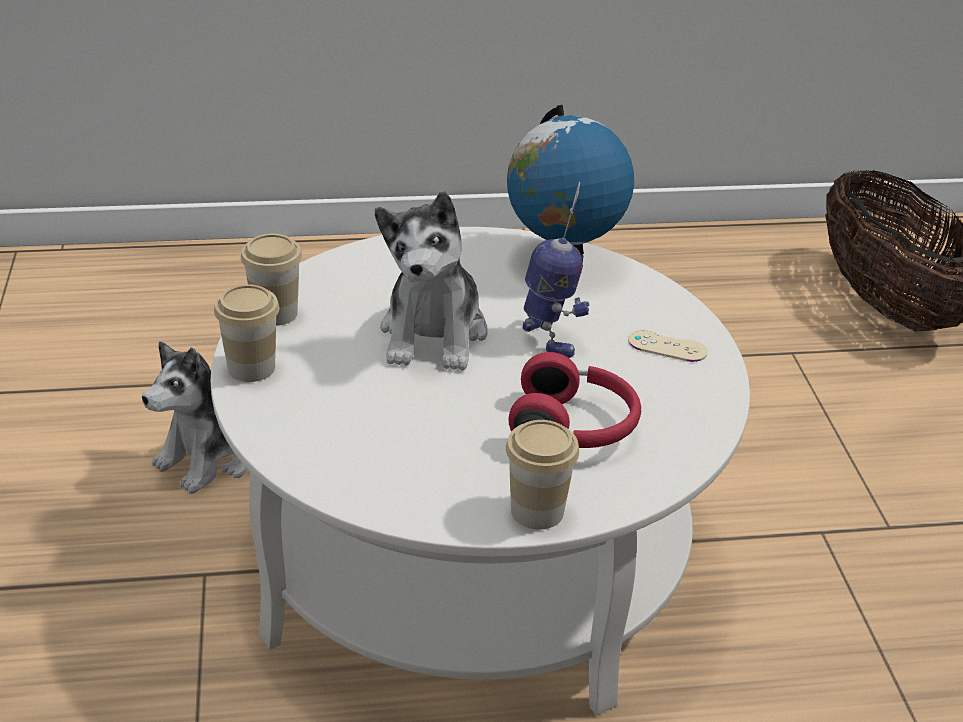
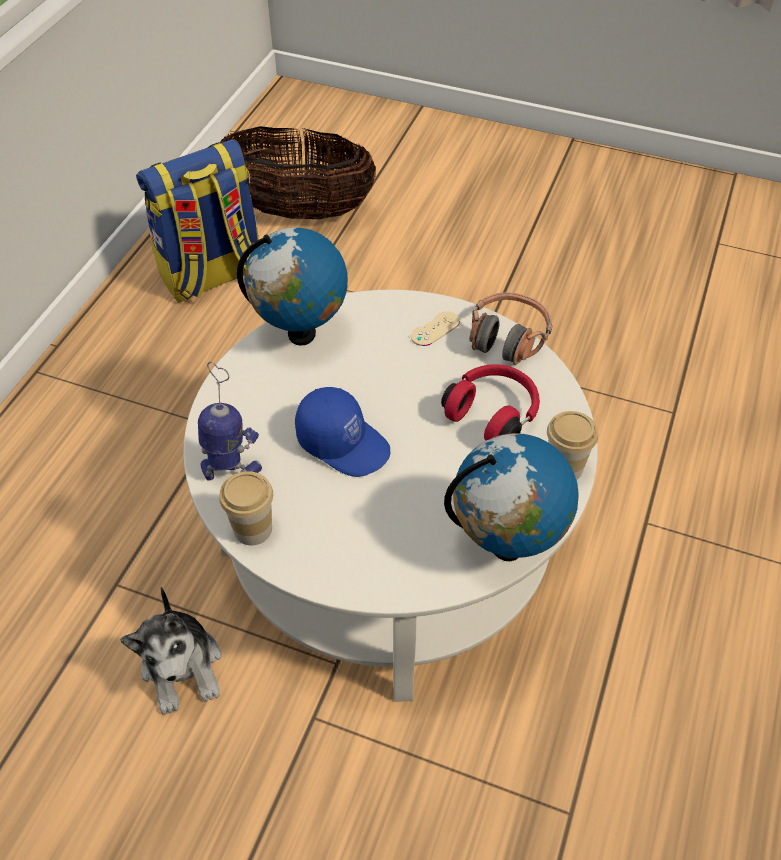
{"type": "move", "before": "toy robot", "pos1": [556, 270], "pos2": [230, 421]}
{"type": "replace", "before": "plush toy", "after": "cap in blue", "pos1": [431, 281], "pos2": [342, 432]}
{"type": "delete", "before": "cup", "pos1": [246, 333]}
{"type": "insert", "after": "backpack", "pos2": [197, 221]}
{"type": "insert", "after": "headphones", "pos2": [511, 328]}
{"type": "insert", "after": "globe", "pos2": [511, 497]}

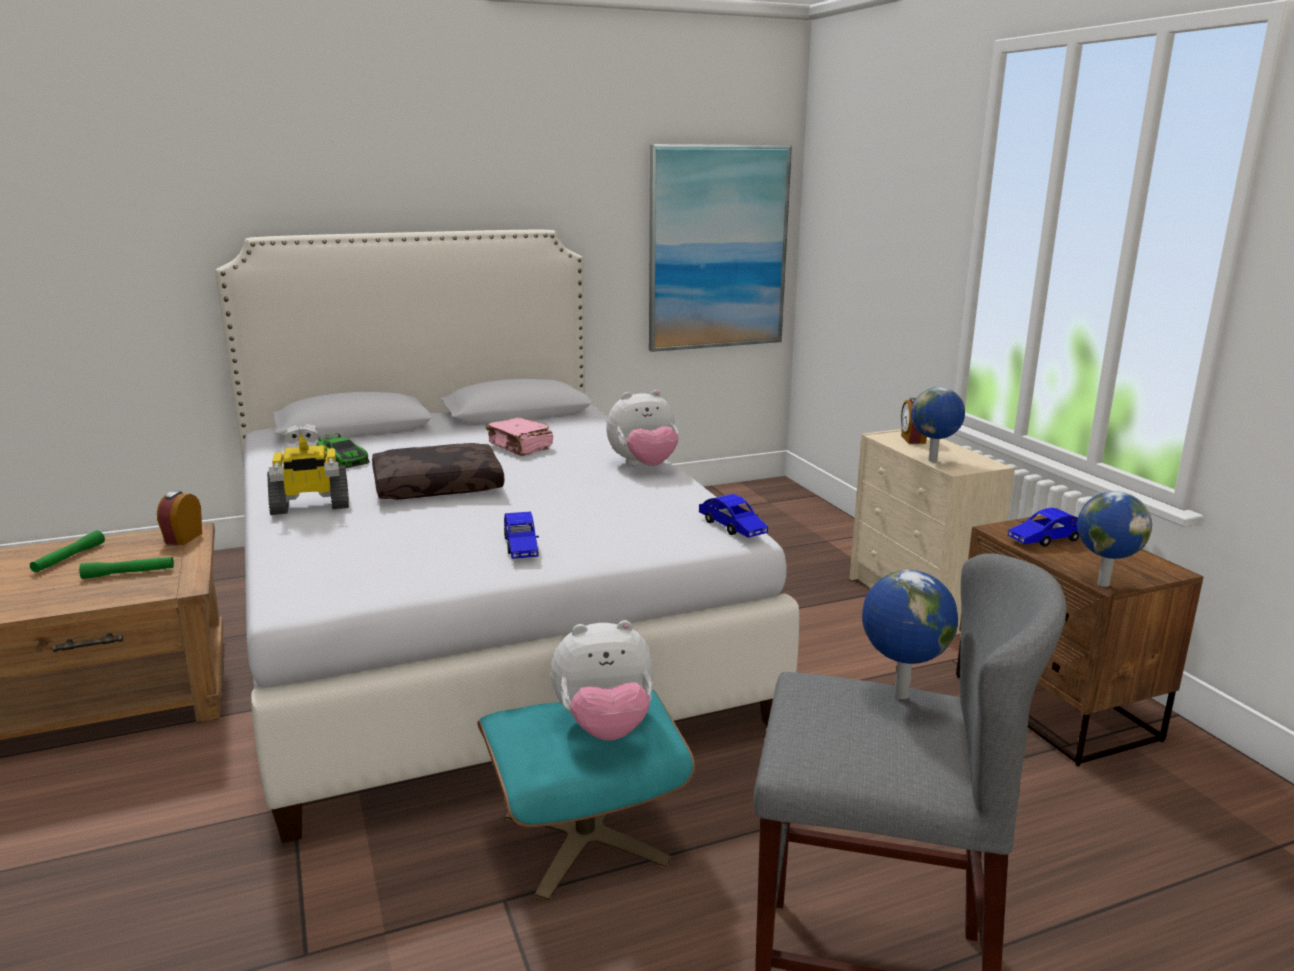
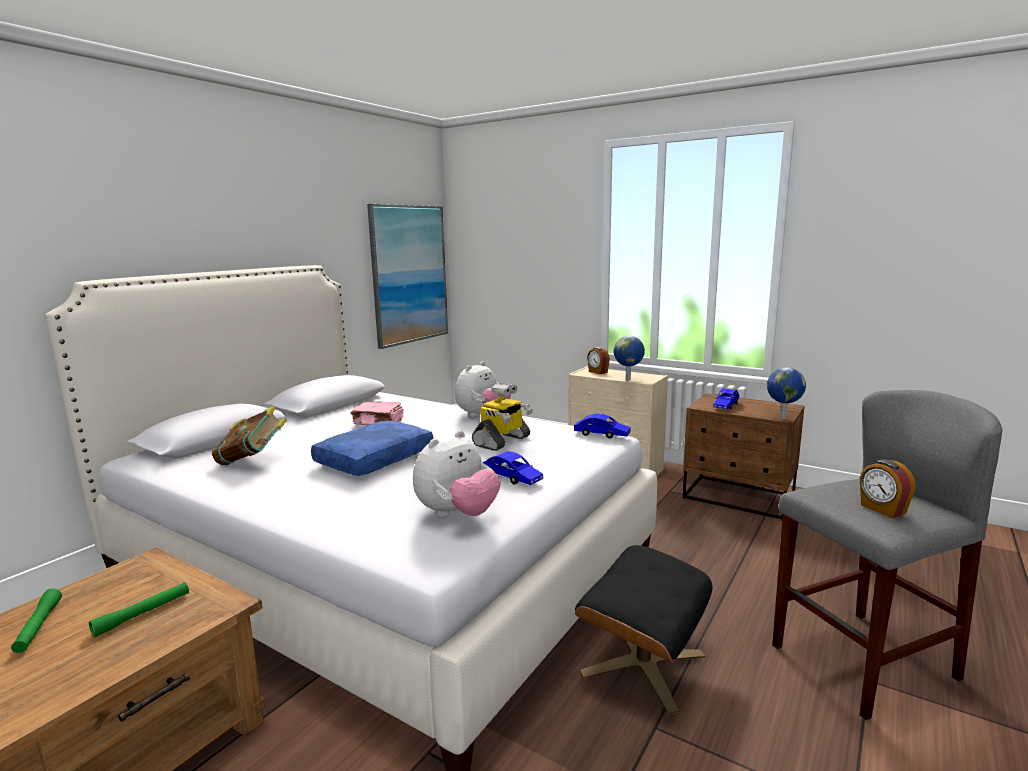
{"type": "move", "before": "toy robot", "pos1": [308, 469], "pos2": [502, 417]}
{"type": "replace", "before": "toy car", "after": "book", "pos1": [343, 450], "pos2": [249, 435]}
{"type": "recolor", "before": "pillow in brown", "after": "pillow in blue", "pos1": [438, 471], "pos2": [372, 448]}
{"type": "move", "before": "alarm clock", "pos1": [179, 518], "pos2": [888, 489]}
{"type": "delete", "before": "globe", "pos1": [910, 634]}
{"type": "move", "before": "plush toy", "pos1": [602, 680], "pos2": [456, 474]}
{"type": "recolor", "before": "ottoman in turquoise", "after": "ottoman in black", "pos1": [586, 794], "pos2": [643, 629]}

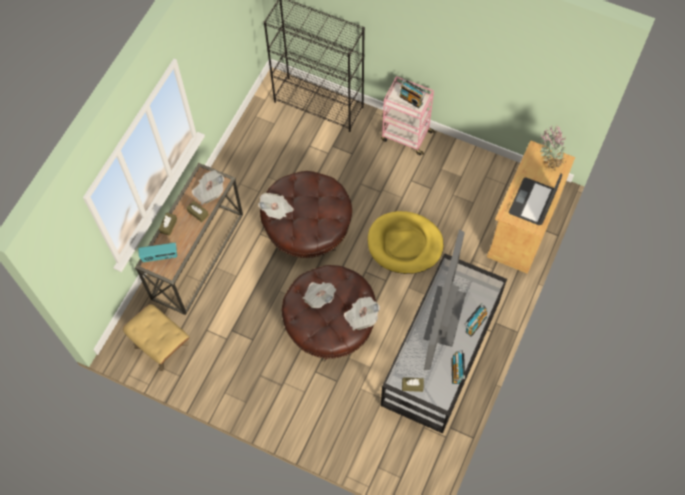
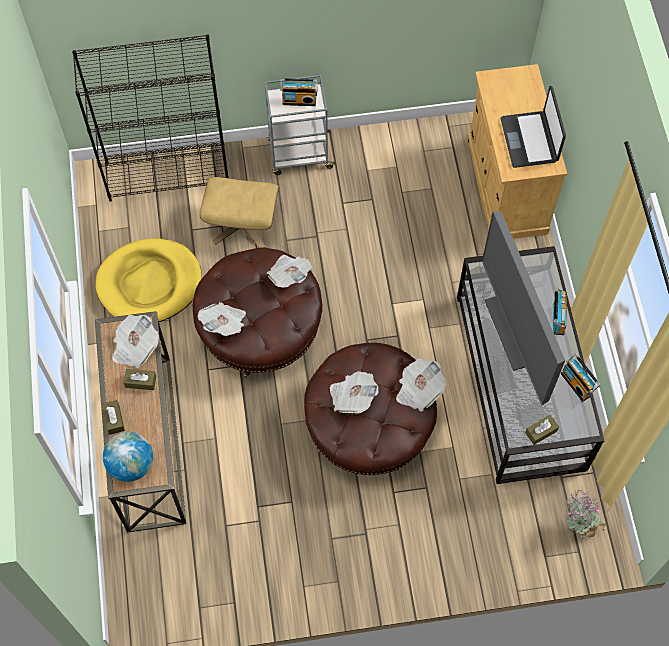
{"type": "recolor", "before": "cart in pink", "after": "cart in grey", "pos1": [408, 115], "pos2": [300, 125]}
{"type": "move", "before": "potted plant", "pos1": [553, 148], "pos2": [585, 516]}
{"type": "move", "before": "dog bed in yellow", "pos1": [406, 242], "pos2": [149, 280]}
{"type": "replace", "before": "radio", "after": "globe", "pos1": [157, 252], "pos2": [128, 457]}
{"type": "move", "before": "ottoman in beige", "pos1": [156, 337], "pos2": [239, 212]}
{"type": "insert", "after": "newspaper", "pos2": [289, 271]}

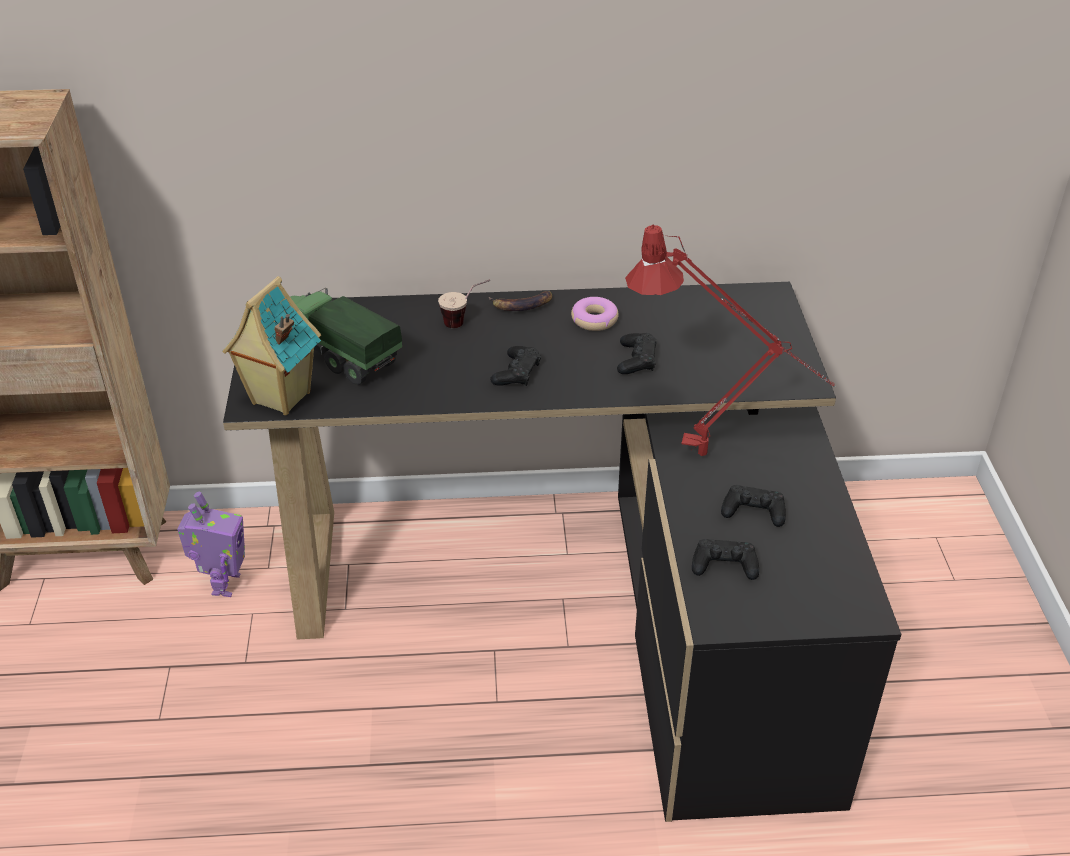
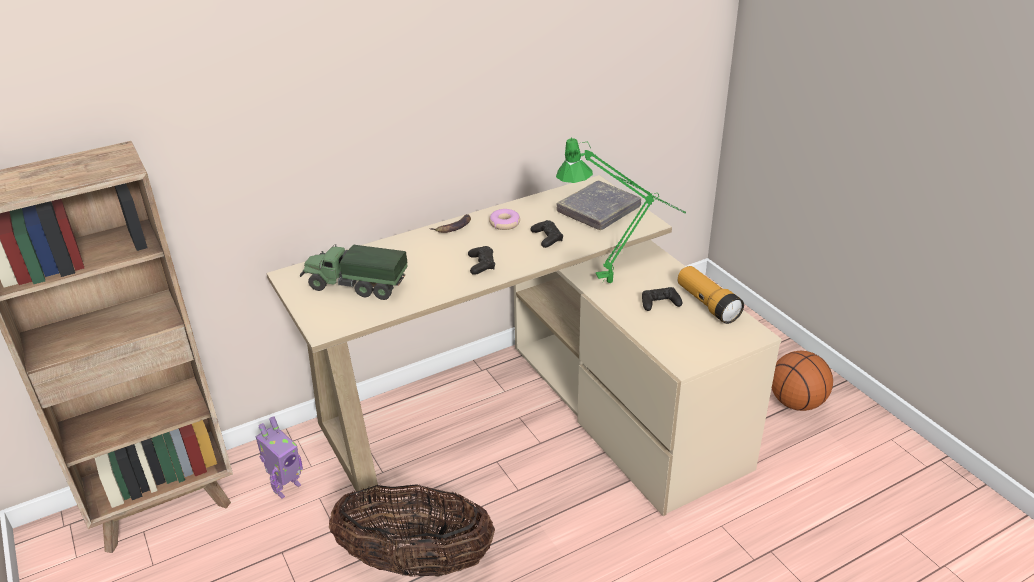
{"type": "recolor", "before": "table lamp in red", "after": "table lamp in green", "pos1": [730, 340], "pos2": [621, 210]}
{"type": "delete", "before": "toy house", "pos1": [271, 345]}
{"type": "delete", "before": "cup", "pos1": [464, 303]}
{"type": "recolor", "before": "desk in black", "after": "desk in beige", "pos1": [562, 552], "pos2": [524, 345]}
{"type": "rotate", "before": "toy robot", "pos1": [211, 544], "pos2": [279, 457], "turn": 60}
{"type": "delete", "before": "game controller in black", "pos1": [725, 559]}
{"type": "insert", "after": "book in grey", "pos2": [599, 205]}
{"type": "insert", "after": "flashlight", "pos2": [711, 295]}
{"type": "insert", "after": "basketball", "pos2": [802, 381]}
{"type": "insert", "after": "basket", "pos2": [412, 530]}

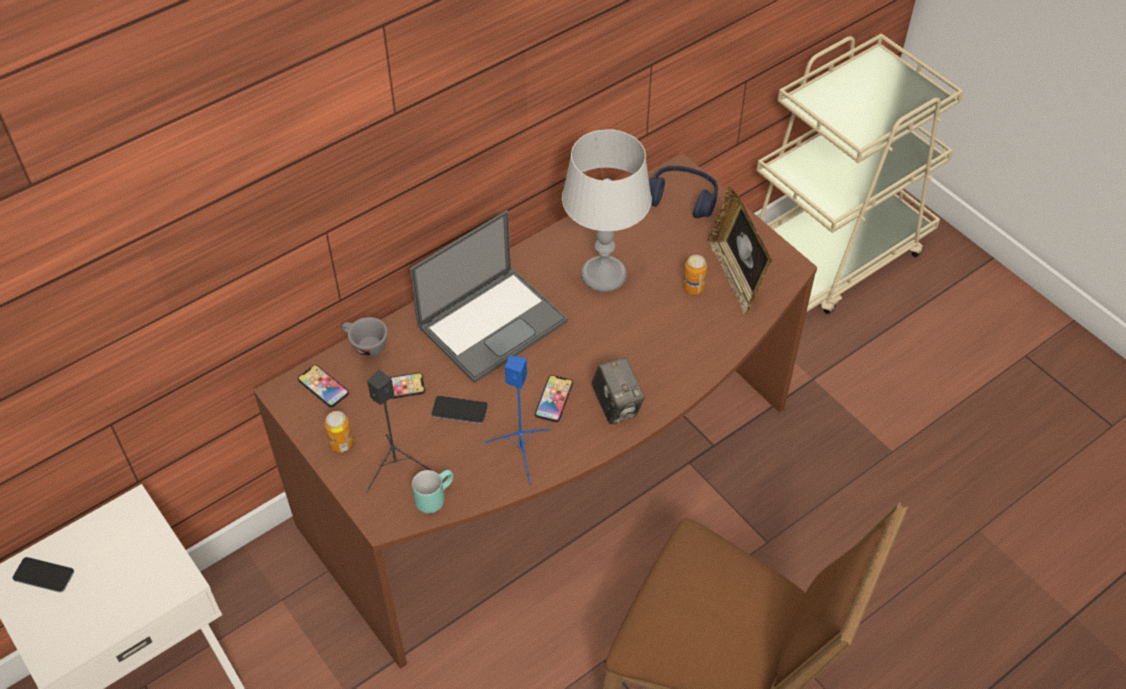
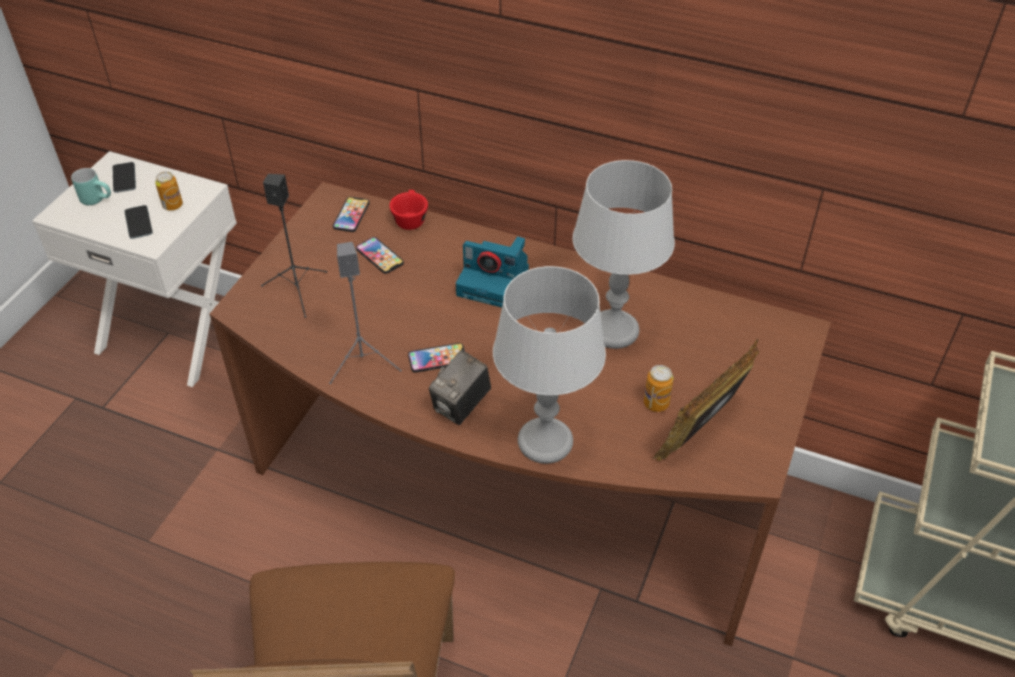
{"type": "delete", "before": "headphones in blue", "pos1": [683, 192]}
{"type": "replace", "before": "laptop", "after": "photo camera", "pos1": [489, 296], "pos2": [492, 272]}
{"type": "recolor", "before": "cup in grey", "after": "cup in red", "pos1": [364, 337], "pos2": [408, 210]}
{"type": "recolor", "before": "speaker in blue", "after": "speaker in grey", "pos1": [517, 420], "pos2": [365, 313]}
{"type": "move", "before": "phone", "pos1": [459, 410], "pos2": [138, 222]}
{"type": "move", "before": "can", "pos1": [339, 431], "pos2": [169, 191]}
{"type": "move", "before": "mug in turquoise", "pos1": [433, 491], "pos2": [91, 186]}
{"type": "insert", "after": "table lamp in grey", "pos2": [549, 365]}

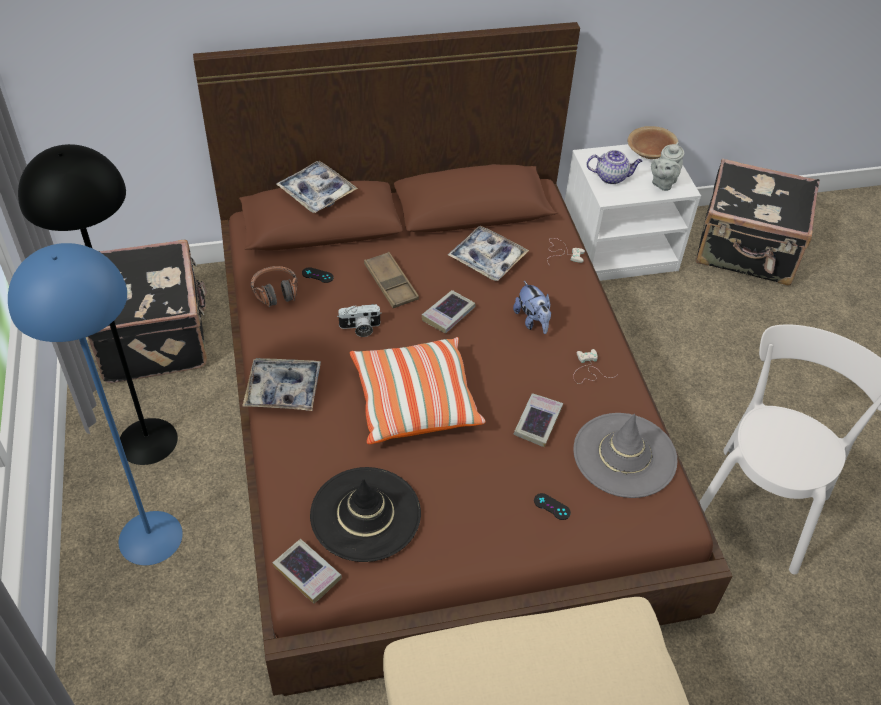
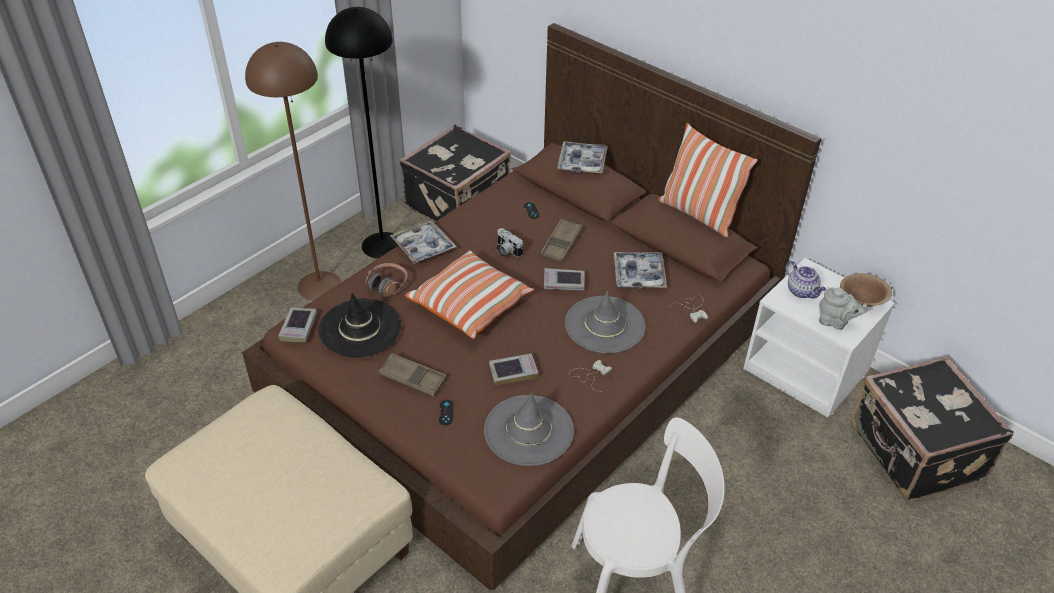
{"type": "rotate", "before": "teapot in grey", "pos1": [667, 166], "pos2": [843, 308], "turn": -150}
{"type": "recolor", "before": "floor lamp in blue", "after": "floor lamp in brown", "pos1": [95, 404], "pos2": [293, 171]}
{"type": "move", "before": "headphones", "pos1": [273, 286], "pos2": [386, 280]}
{"type": "replace", "before": "plush toy", "after": "hat in grey", "pos1": [532, 307], "pos2": [605, 322]}
{"type": "insert", "after": "pillow", "pos2": [708, 180]}
{"type": "insert", "after": "tray in brown", "pos2": [412, 374]}

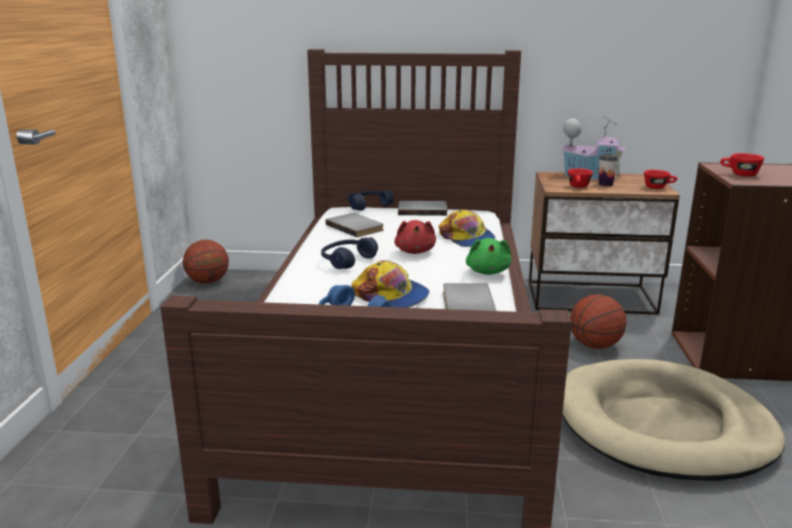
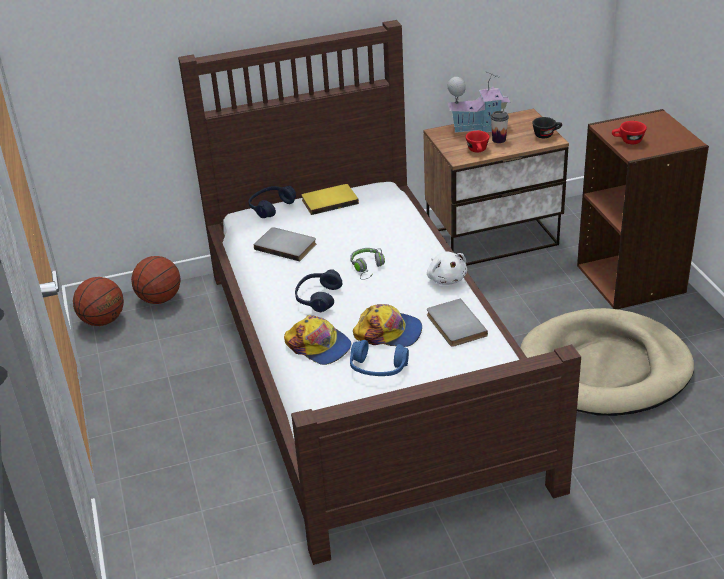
{"type": "recolor", "before": "cup in red", "after": "cup in black", "pos1": [660, 179], "pos2": [547, 128]}
{"type": "recolor", "before": "book in grey", "after": "book in yellow", "pos1": [422, 208], "pos2": [330, 199]}
{"type": "move", "before": "cap", "pos1": [467, 228], "pos2": [317, 340]}
{"type": "replace", "before": "plush toy in red", "after": "headphones in grey", "pos1": [415, 237], "pos2": [367, 264]}
{"type": "recolor", "before": "plush toy in green", "after": "plush toy in white", "pos1": [488, 256], "pos2": [447, 268]}
{"type": "move", "before": "basketball", "pos1": [598, 321], "pos2": [156, 280]}

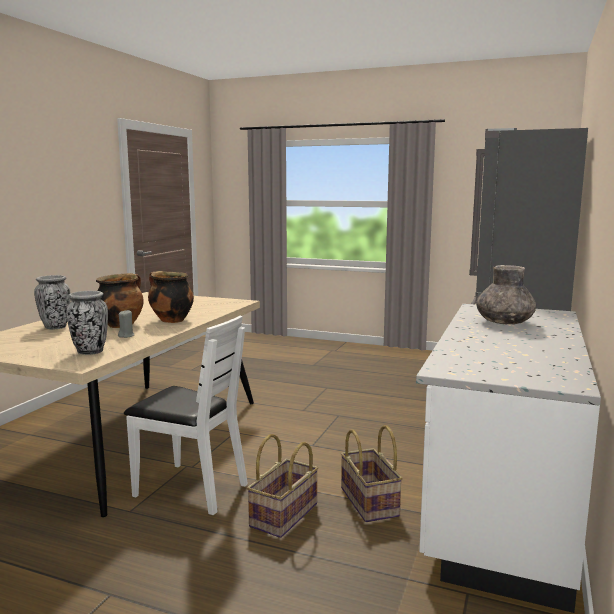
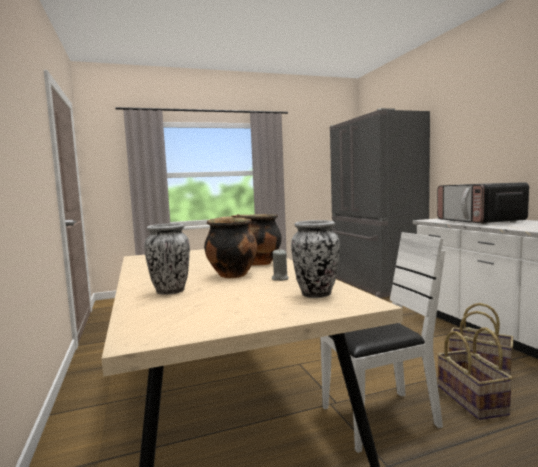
{"type": "replace", "before": "vase in grey", "after": "microwave", "pos1": [506, 294], "pos2": [483, 203]}

